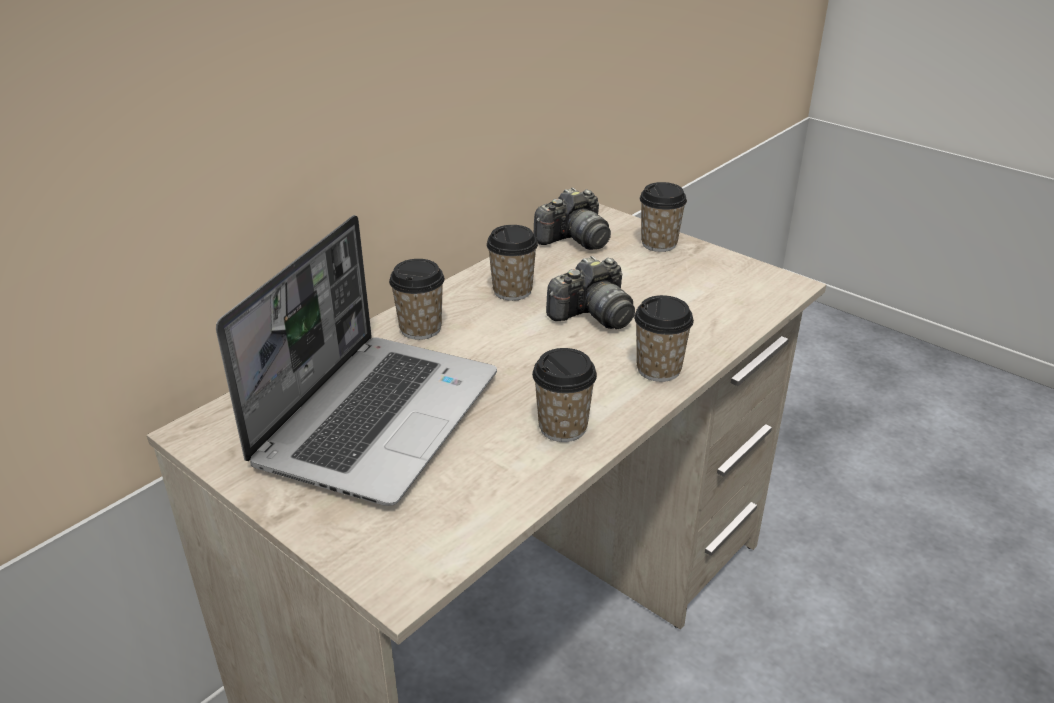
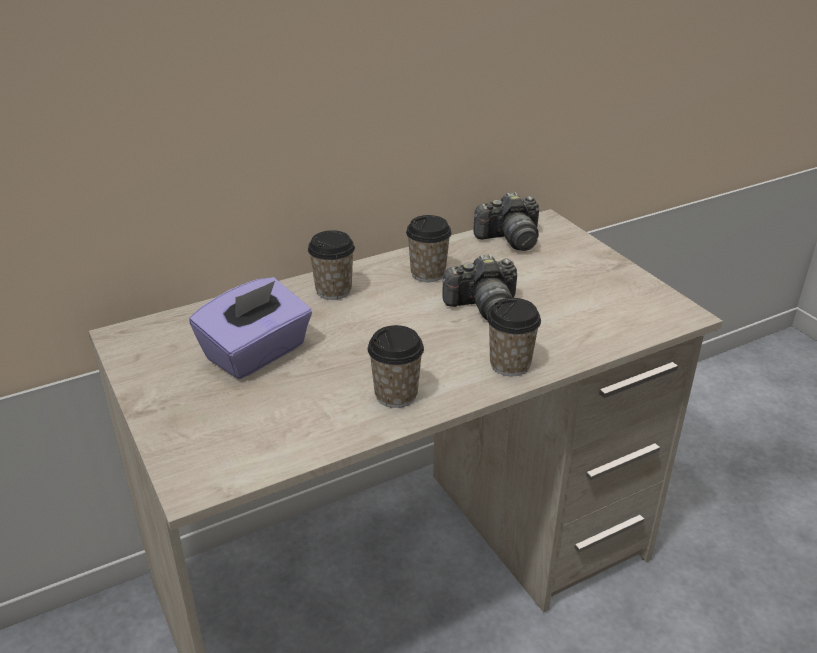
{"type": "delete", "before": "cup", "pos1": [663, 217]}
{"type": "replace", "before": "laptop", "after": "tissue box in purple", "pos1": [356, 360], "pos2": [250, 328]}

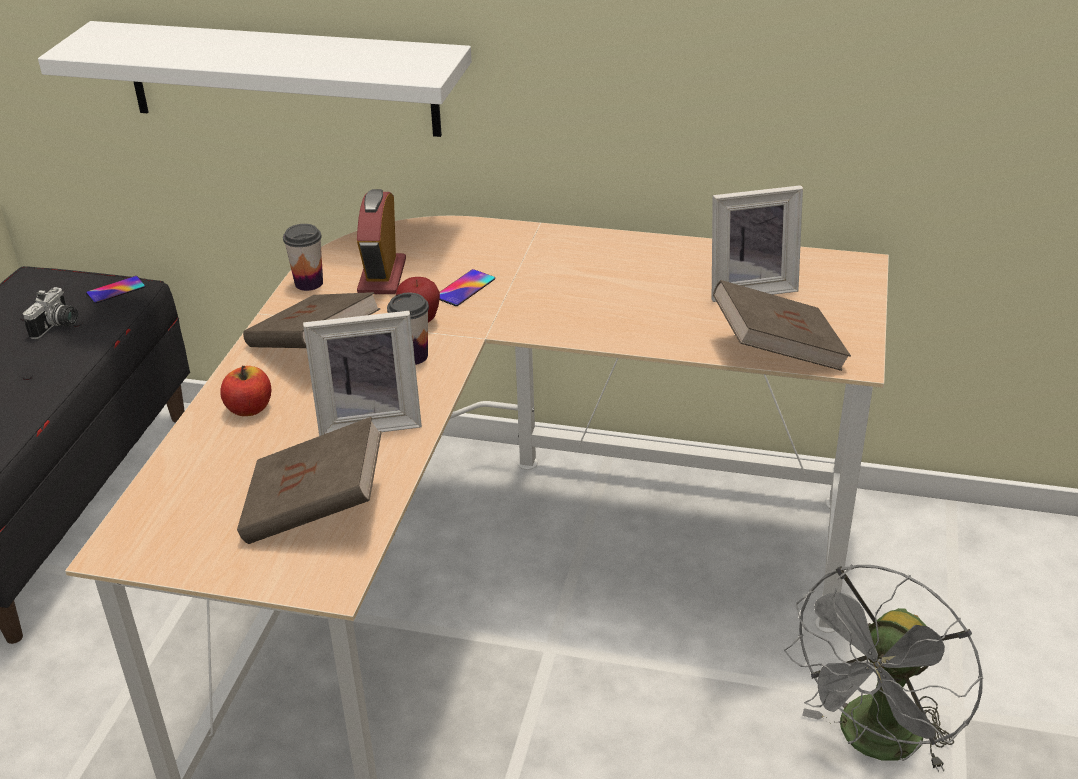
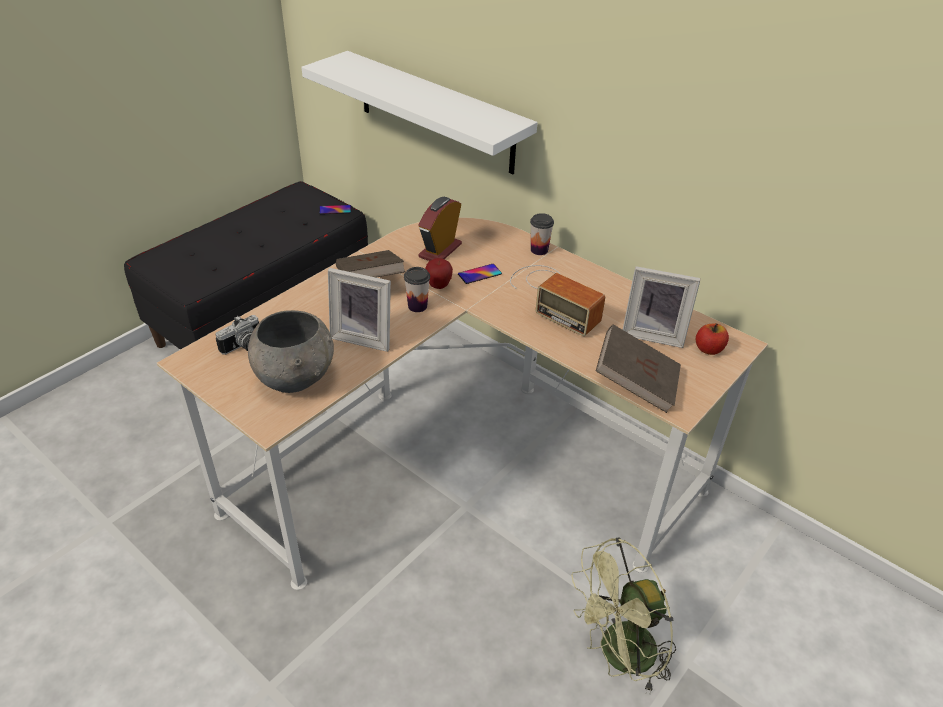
{"type": "move", "before": "cup", "pos1": [303, 257], "pos2": [542, 234]}
{"type": "move", "before": "photo camera", "pos1": [50, 313], "pos2": [237, 335]}
{"type": "move", "before": "apple", "pos1": [245, 390], "pos2": [712, 339]}
{"type": "replace", "before": "book in brown", "after": "bowl in grey", "pos1": [309, 480], "pos2": [291, 351]}
{"type": "recolor", "before": "fan in grey", "after": "fan in green", "pos1": [883, 668], "pos2": [623, 615]}
{"type": "insert", "after": "radio", "pos2": [557, 300]}

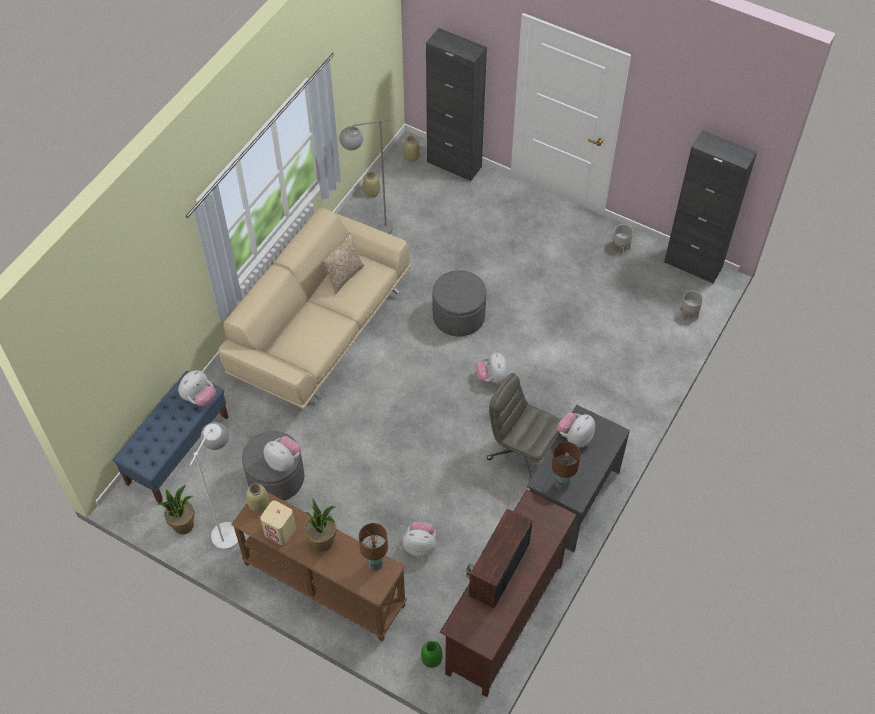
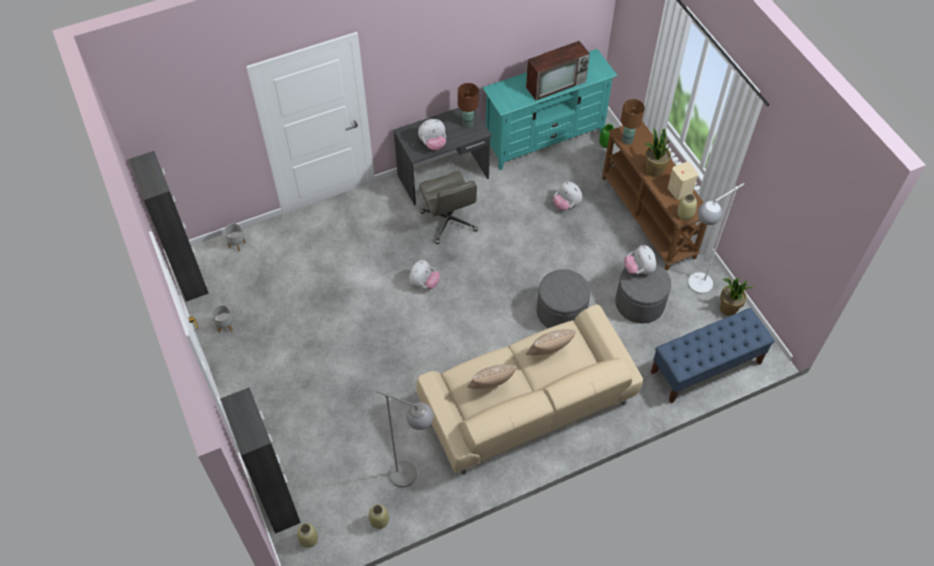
{"type": "move", "before": "ottoman in grey", "pos1": [459, 303], "pos2": [563, 298]}
{"type": "delete", "before": "plush toy", "pos1": [197, 388]}
{"type": "recolor", "before": "tv stand in brown", "after": "tv stand in turquoise", "pos1": [508, 593], "pos2": [550, 109]}
{"type": "insert", "after": "pillow", "pos2": [551, 342]}

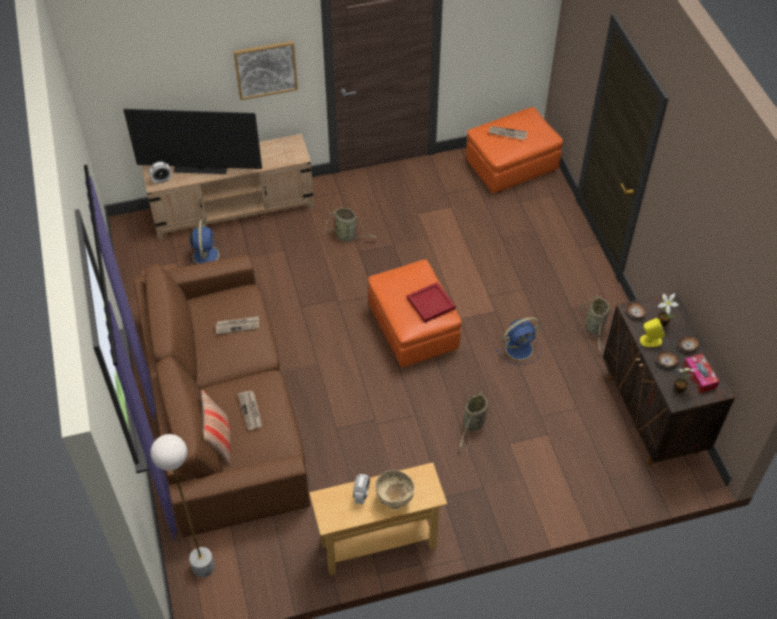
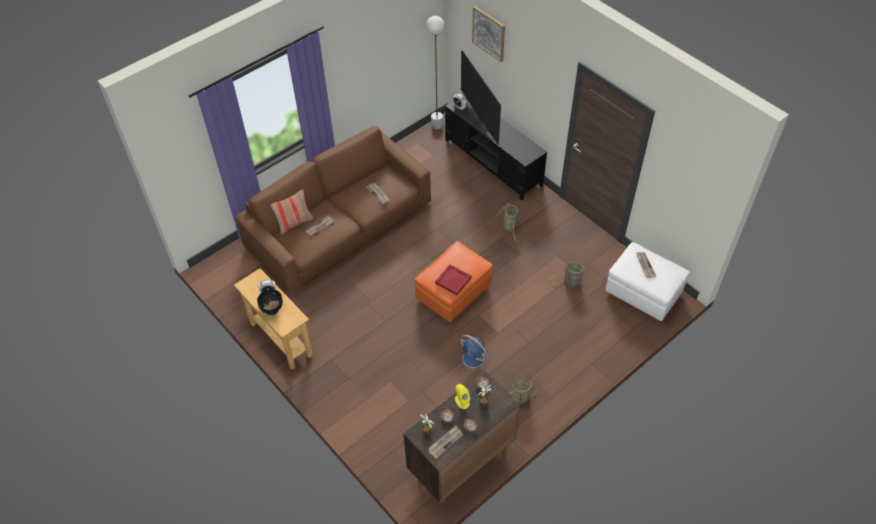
{"type": "move", "before": "picture", "pos1": [265, 70], "pos2": [488, 34]}
{"type": "recolor", "before": "ottoman in orange", "after": "ottoman in white", "pos1": [514, 150], "pos2": [647, 281]}
{"type": "recolor", "before": "tv stand in beige", "after": "tv stand in black", "pos1": [228, 187], "pos2": [496, 147]}
{"type": "delete", "before": "fan in blue", "pos1": [206, 241]}
{"type": "replace", "before": "tissue box", "after": "newspaper", "pos1": [701, 373], "pos2": [445, 442]}
{"type": "move", "before": "basket", "pos1": [474, 420], "pos2": [568, 275]}
{"type": "move", "before": "floor lamp in white", "pos1": [183, 506], "pos2": [435, 72]}
{"type": "recolor", "before": "bowl in beige", "after": "bowl in black", "pos1": [395, 489], "pos2": [270, 302]}

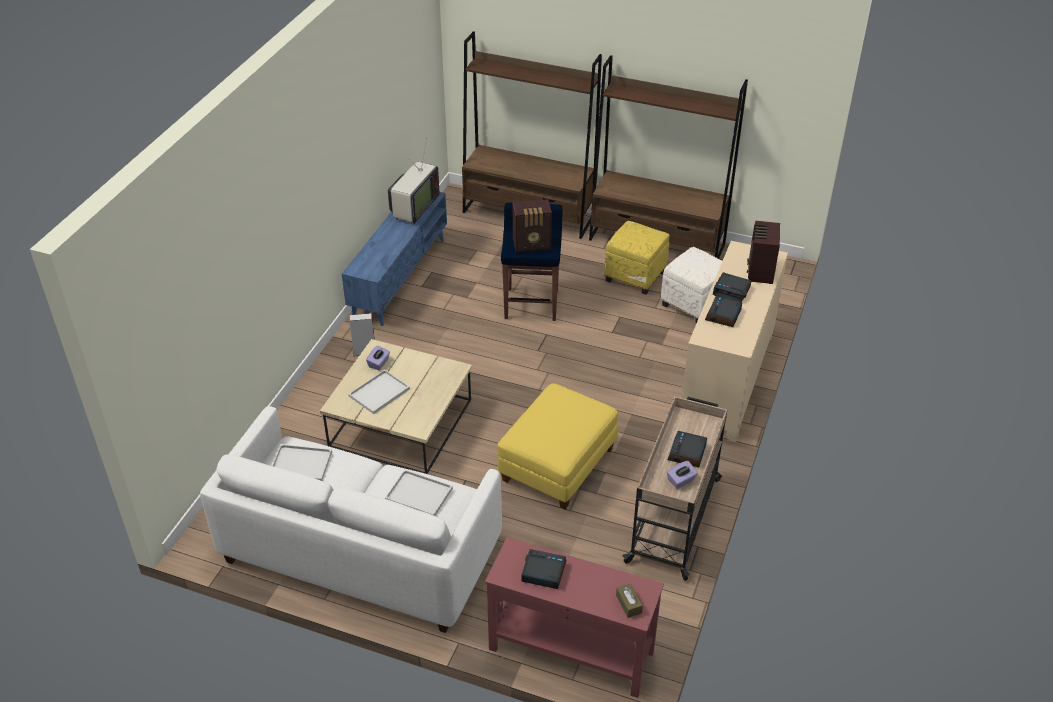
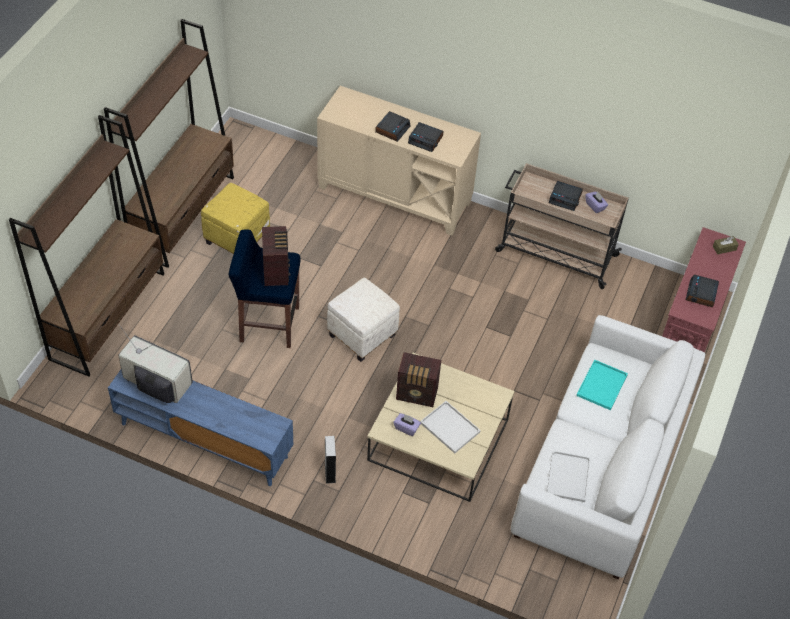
{"type": "move", "before": "radio", "pos1": [763, 252], "pos2": [418, 379]}
{"type": "move", "before": "ottoman in white", "pos1": [691, 285], "pos2": [363, 320]}
{"type": "delete", "before": "ottoman in yellow", "pos1": [557, 446]}
{"type": "recolor", "before": "tray in white", "after": "tray in turquoise", "pos1": [419, 493], "pos2": [602, 384]}

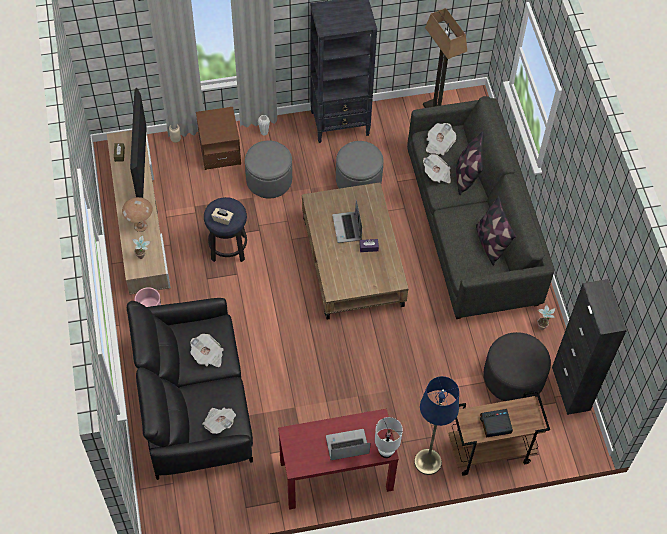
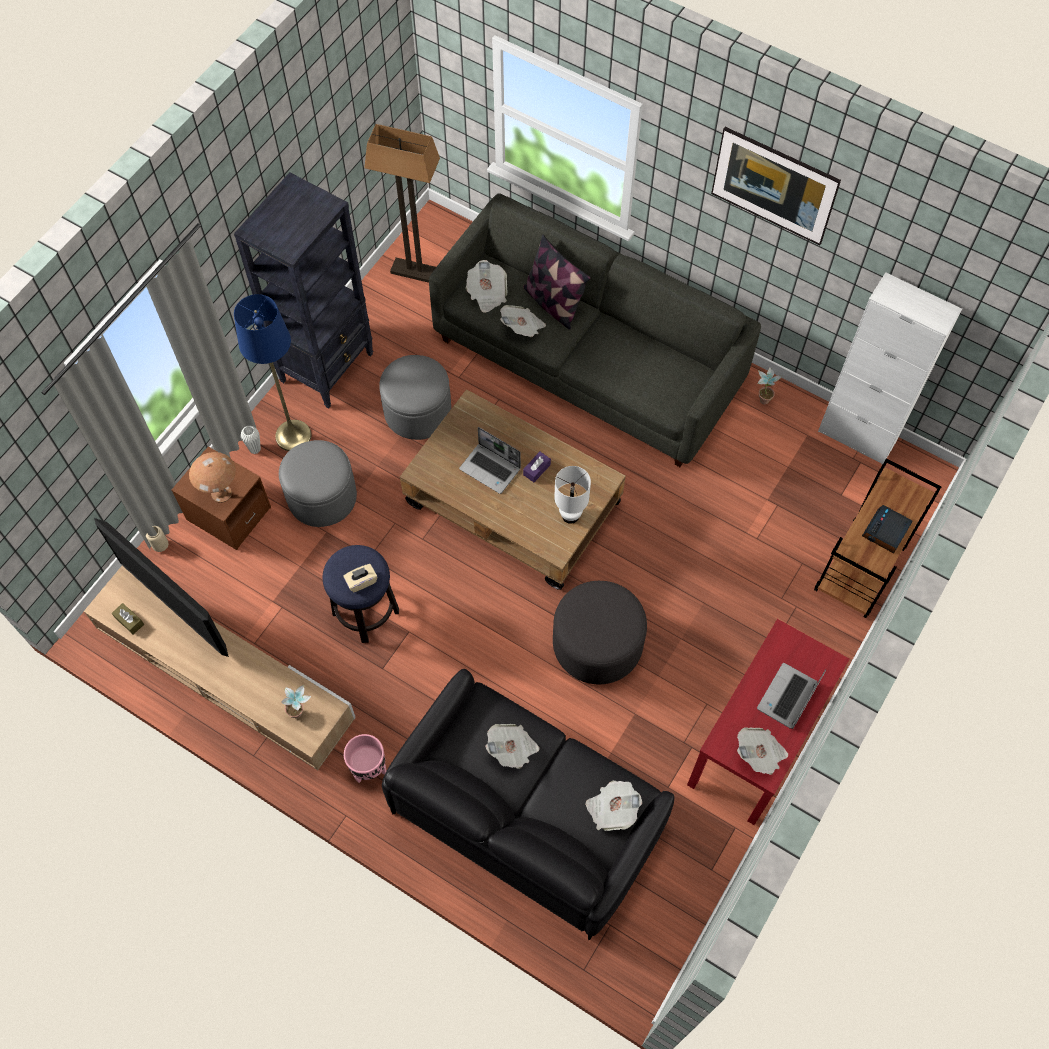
{"type": "delete", "before": "pillow", "pos1": [496, 230]}
{"type": "move", "before": "table lamp in brown", "pos1": [137, 214], "pos2": [212, 477]}
{"type": "recolor", "before": "cabinet in black", "after": "cabinet in white", "pos1": [589, 347], "pos2": [890, 368]}
{"type": "move", "before": "ottoman in grey", "pos1": [517, 366], "pos2": [600, 632]}
{"type": "move", "before": "floor lamp in blue", "pos1": [436, 425], "pos2": [272, 372]}
{"type": "move", "before": "table lamp in white", "pos1": [389, 437], "pos2": [572, 495]}
{"type": "insert", "after": "picture", "pos2": [776, 186]}
{"type": "insert", "after": "newspaper", "pos2": [762, 751]}

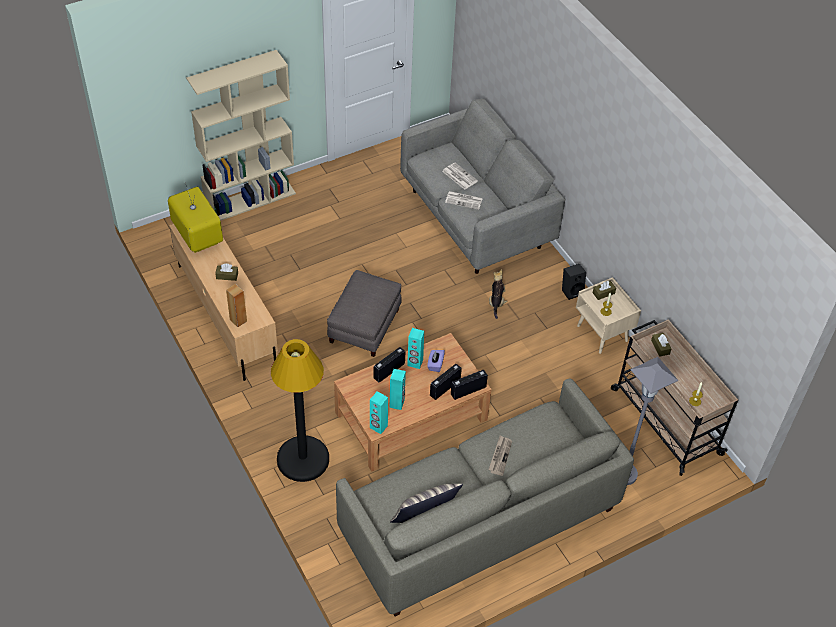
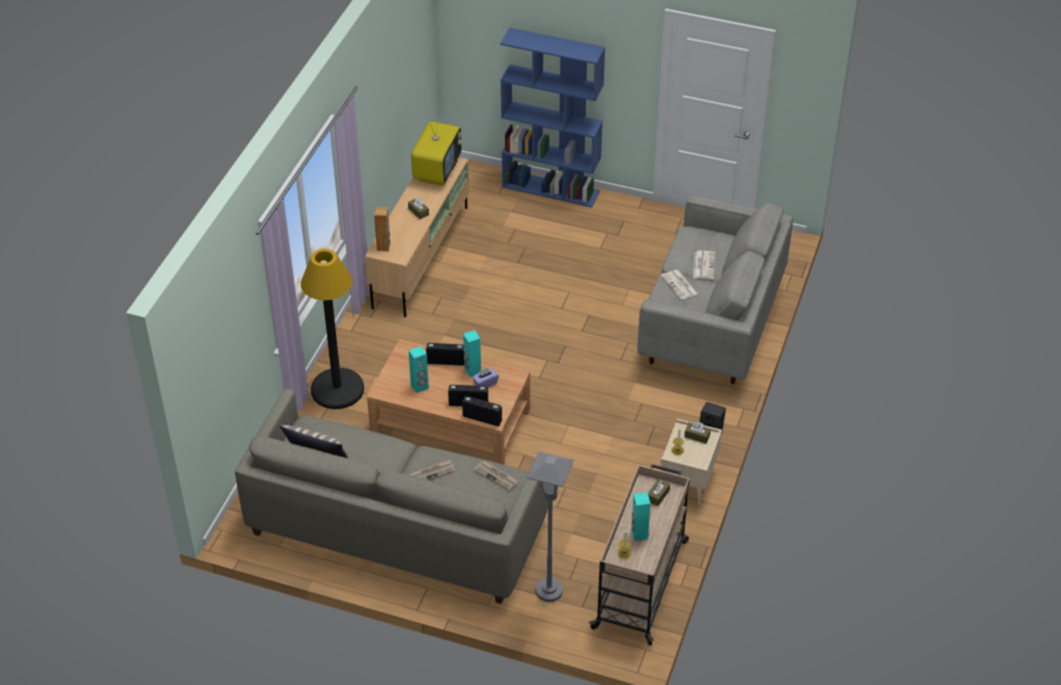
{"type": "recolor", "before": "bookcase in beige", "after": "bookcase in blue", "pos1": [241, 135], "pos2": [552, 117]}
{"type": "delete", "before": "plush toy", "pos1": [498, 294]}
{"type": "delete", "before": "ottoman in grey", "pos1": [364, 313]}
{"type": "move", "before": "speaker in turquoise", "pos1": [379, 412], "pos2": [641, 516]}
{"type": "insert", "after": "newspaper", "pos2": [496, 476]}

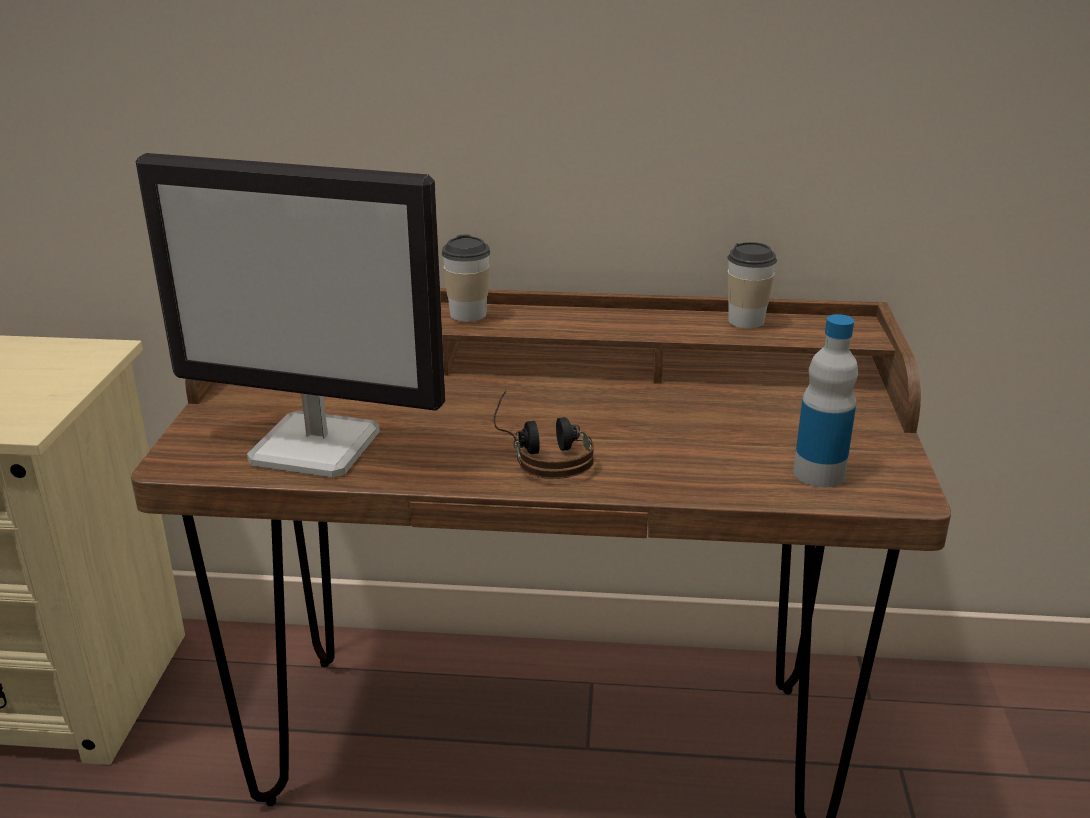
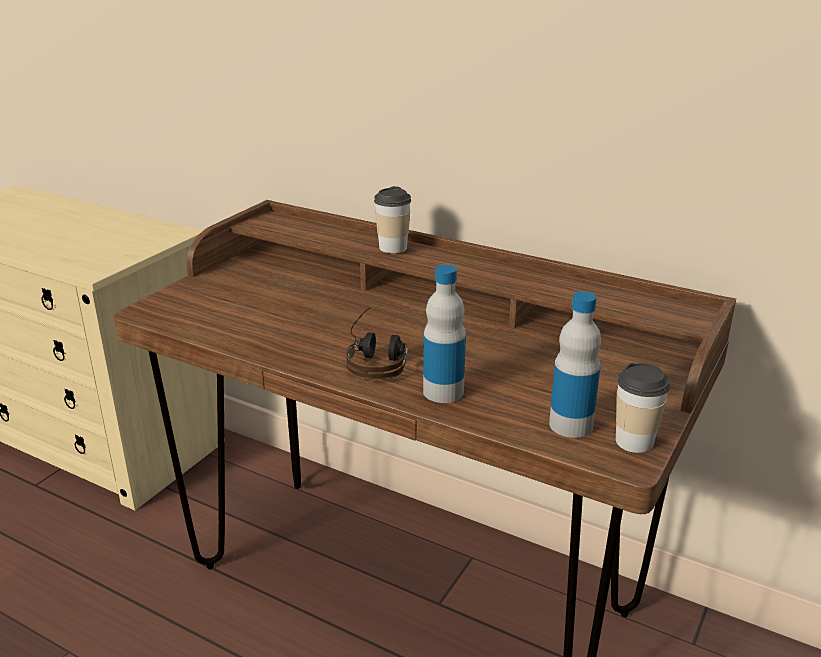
{"type": "delete", "before": "monitor", "pos1": [290, 315]}
{"type": "move", "before": "cup", "pos1": [752, 285], "pos2": [643, 408]}
{"type": "insert", "after": "bottle", "pos2": [444, 333]}

